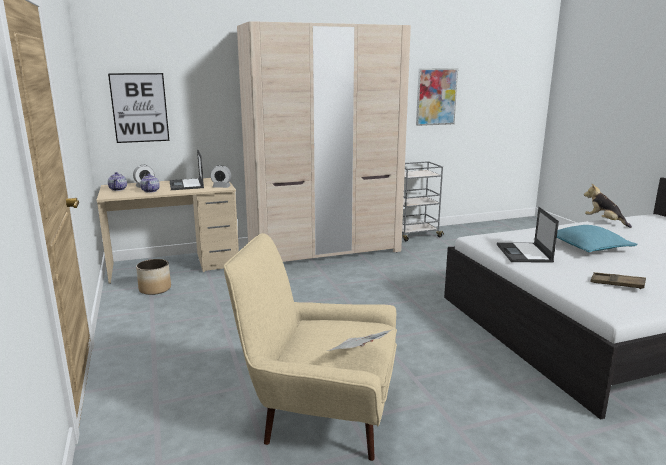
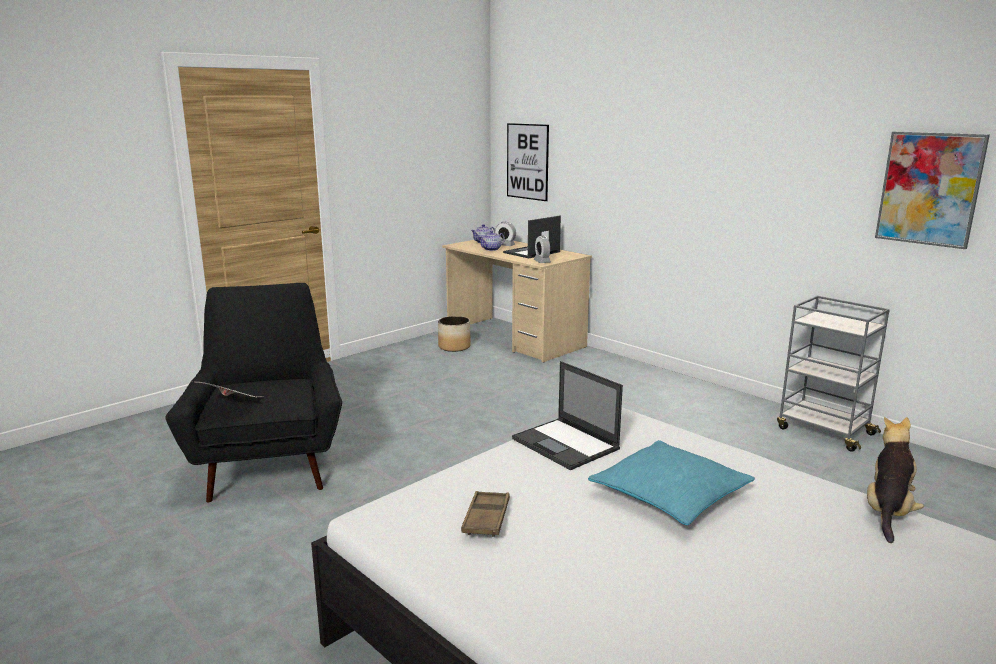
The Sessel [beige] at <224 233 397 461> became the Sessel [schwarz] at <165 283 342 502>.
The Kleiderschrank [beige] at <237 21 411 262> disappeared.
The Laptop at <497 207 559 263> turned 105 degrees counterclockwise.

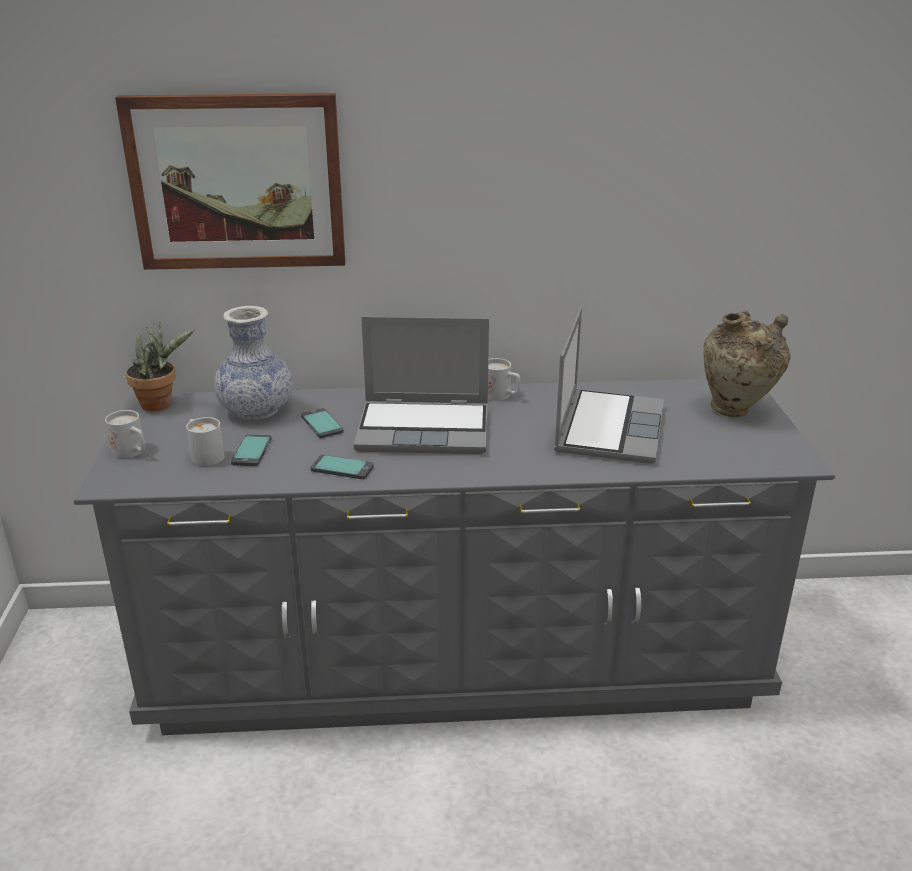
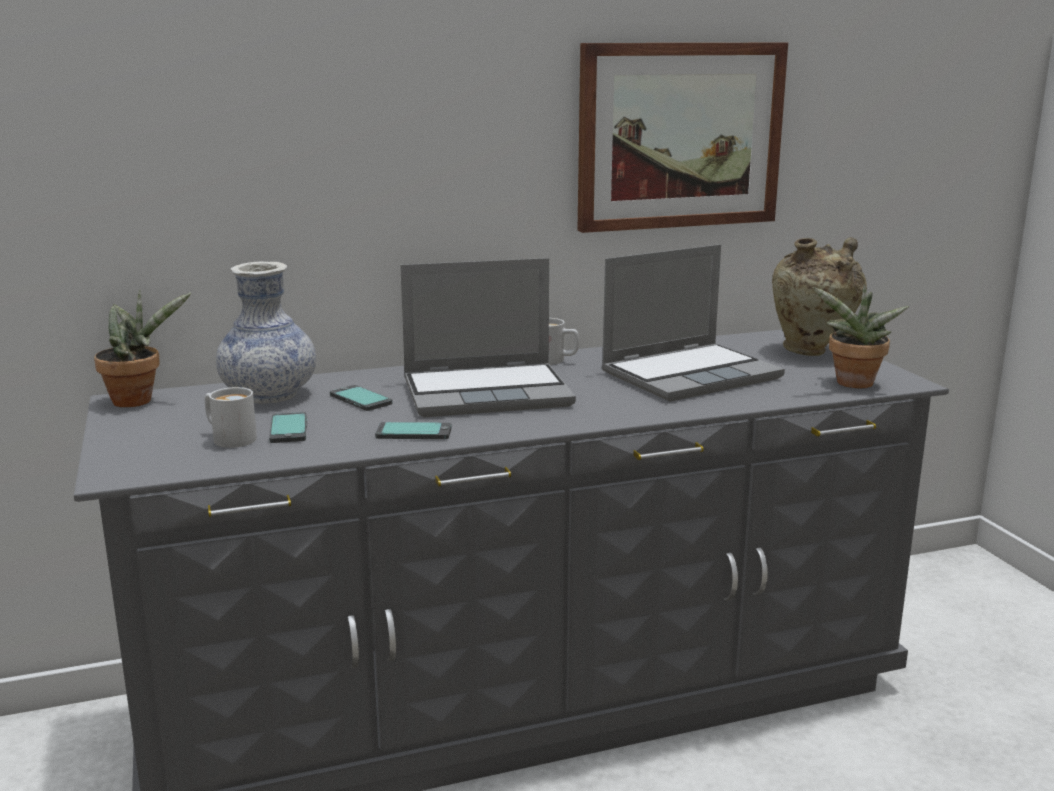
The Henkelbecher [weiß] at <105 410 145 458> disappeared.
The Bild moved from <115 93 346 270> to <578 43 788 233>.
The Laptop at <554 307 664 464> turned 60 degrees clockwise.
The Topfpflanze at <813 284 909 388> appeared.

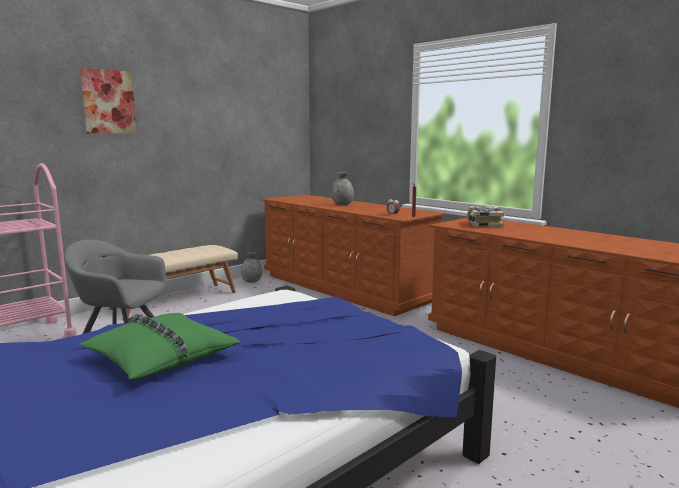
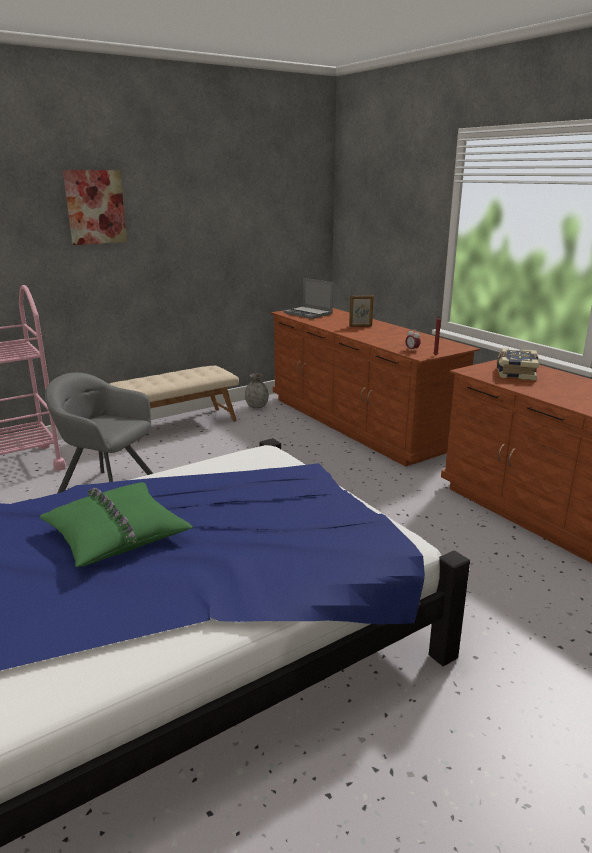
The Vase [grau] at <331 173 354 205> was replaced by the Bilderrahmen at <349 295 374 327>.
The Laptop at <284 278 333 319> appeared.

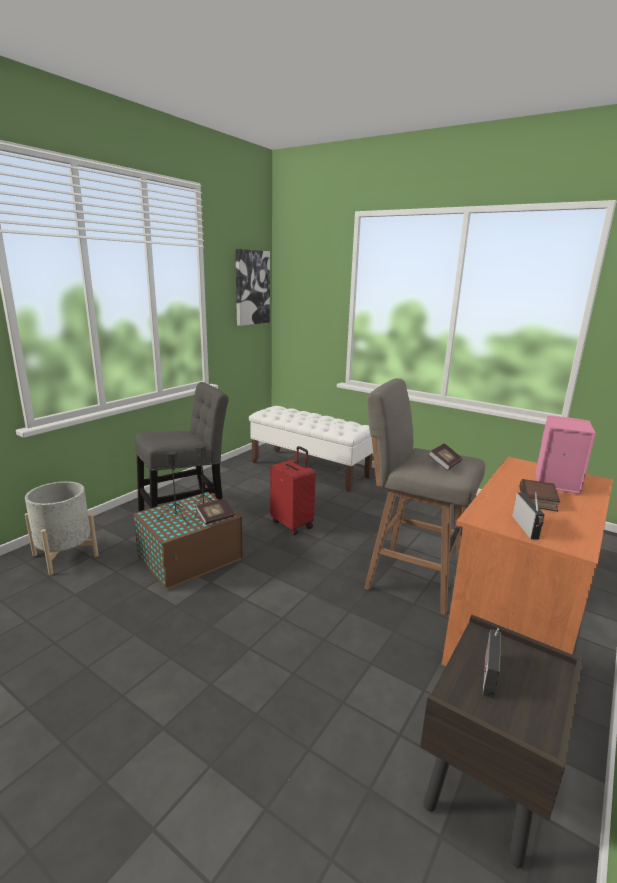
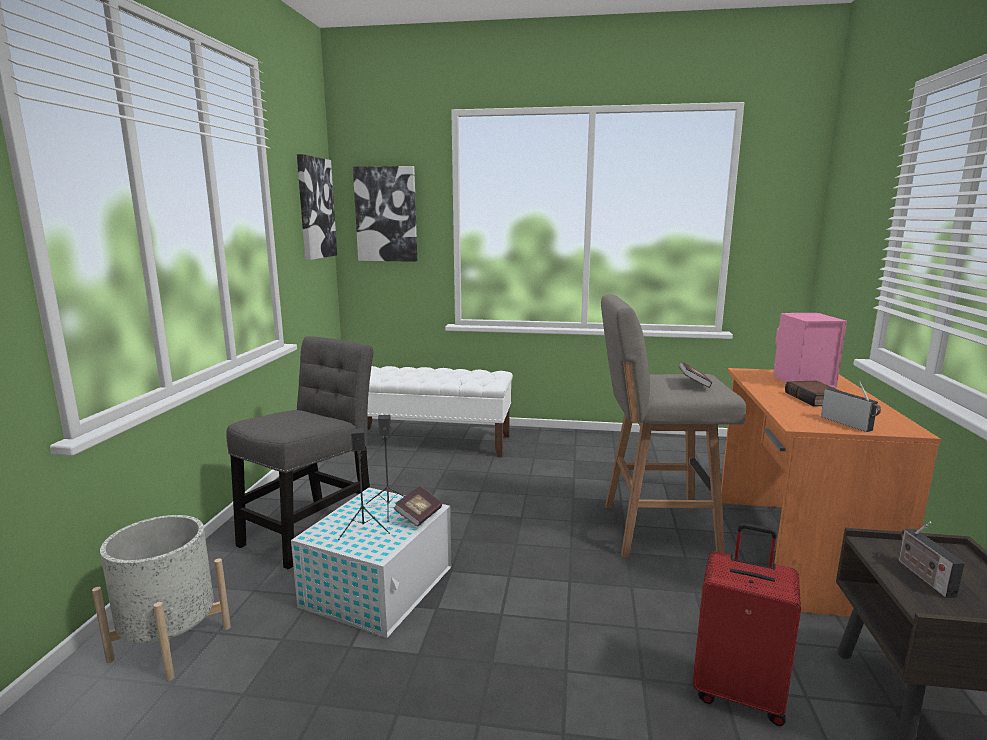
The Aufbewahrungsbox [braun] at <133 492 243 590> became the Aufbewahrungsbox [weiß] at <291 487 451 638>.
The Koffer [rot] moved from <270 446 316 535> to <693 523 801 726>.
The Bild at <353 166 417 262> appeared.

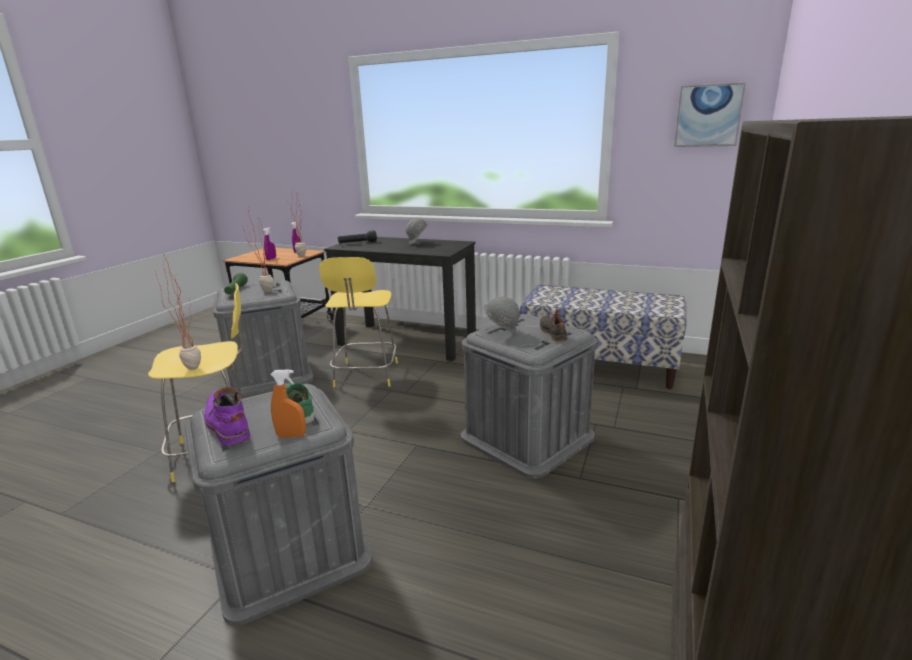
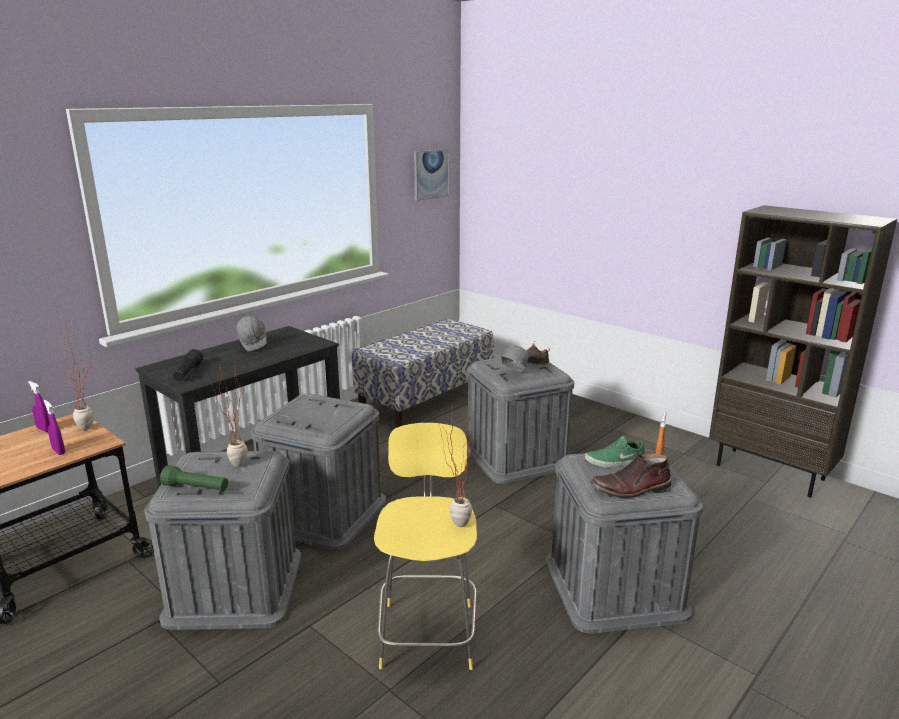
The Stiefel [lila] at <204 387 250 445> became the Stiefel [braun] at <590 453 671 498>.
The Hocker [gelb] at <319 257 398 387> was replaced by the Aufbewahrungsbox [grau] at <251 393 386 550>.

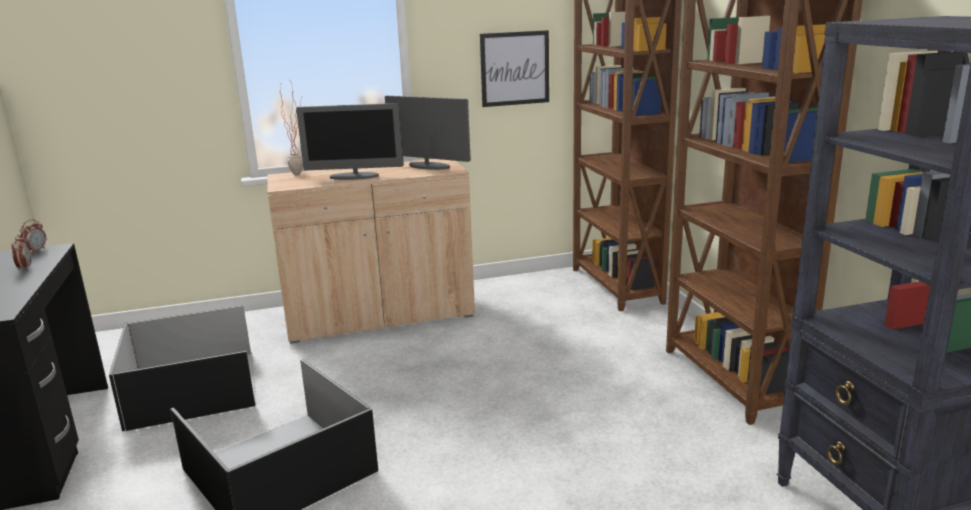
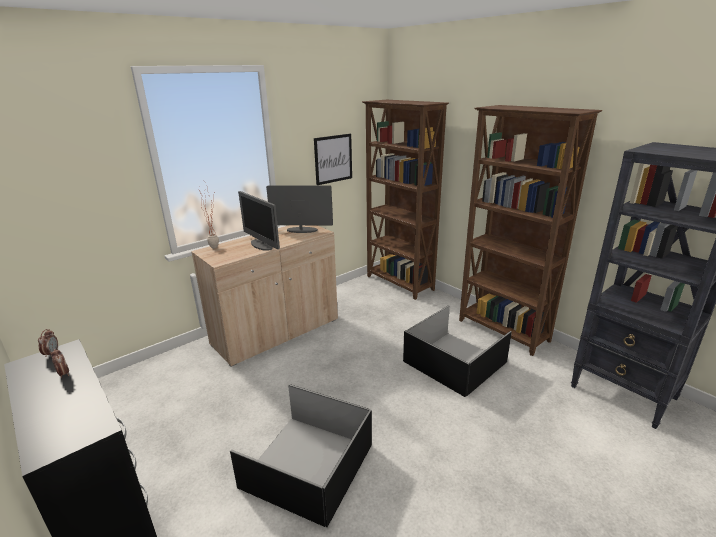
The Aufbewahrungsbox [schwarz] moved from <109 306 256 431> to <403 305 512 397>.
The Monitor at <296 103 404 180> turned 75 degrees clockwise.

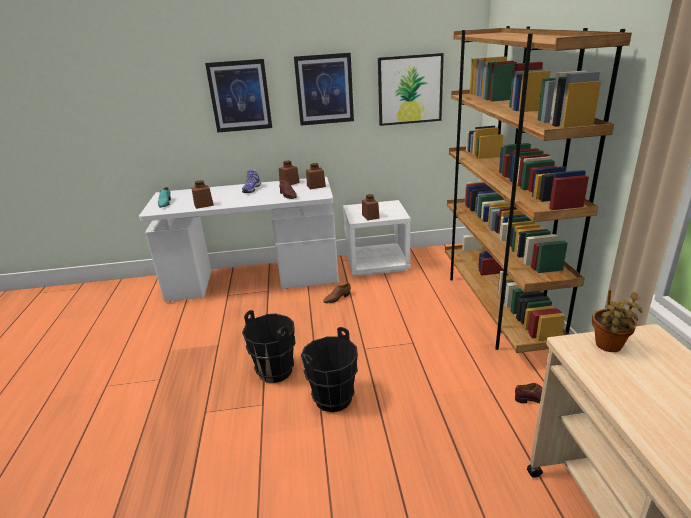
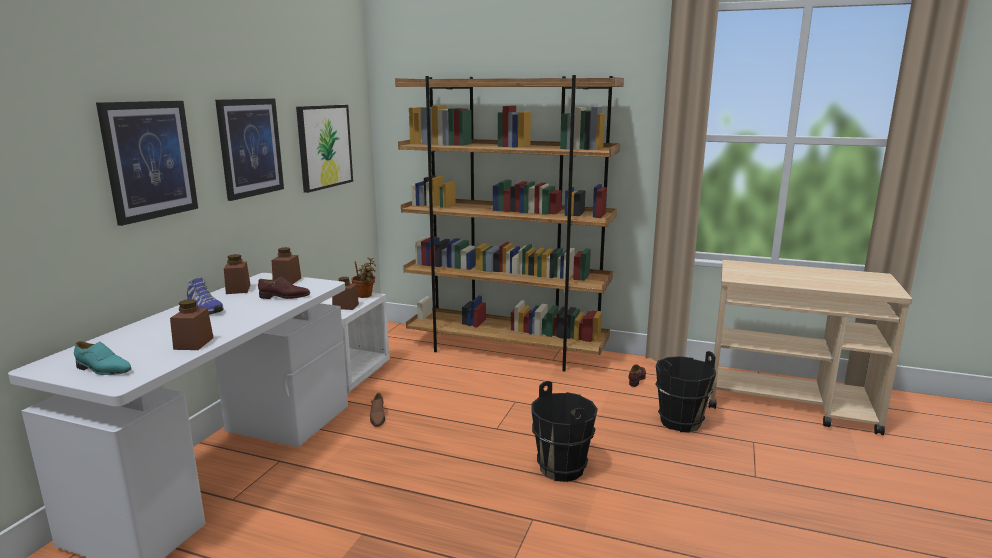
The Eimer [schwarz] moved from <242 310 296 383> to <655 351 716 432>.
The Topfpflanze moved from <592 289 642 352> to <351 258 376 298>.

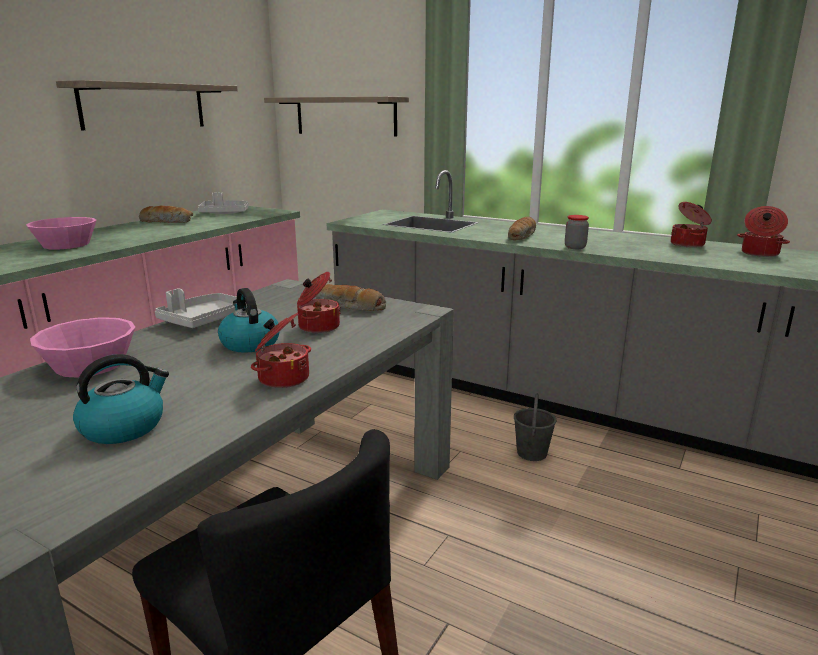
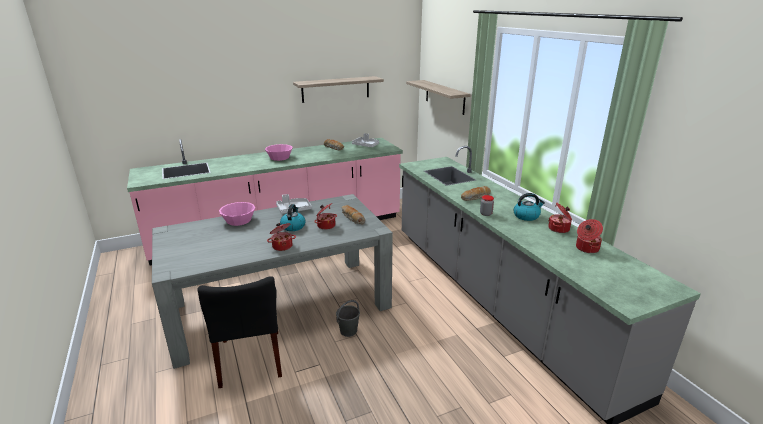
The Wasserkessel moved from <73 354 169 444> to <514 193 545 221>.
The Eimer [grau] moved from <514 394 556 461> to <336 300 360 337>.

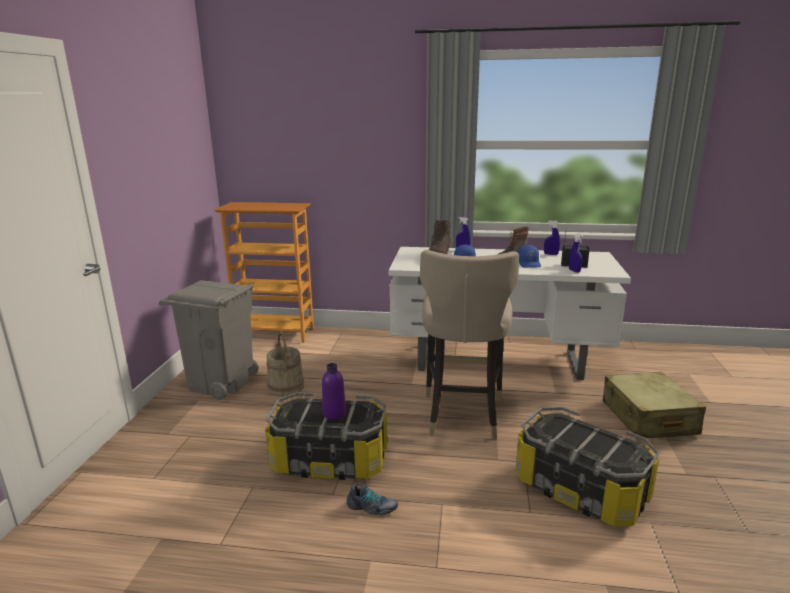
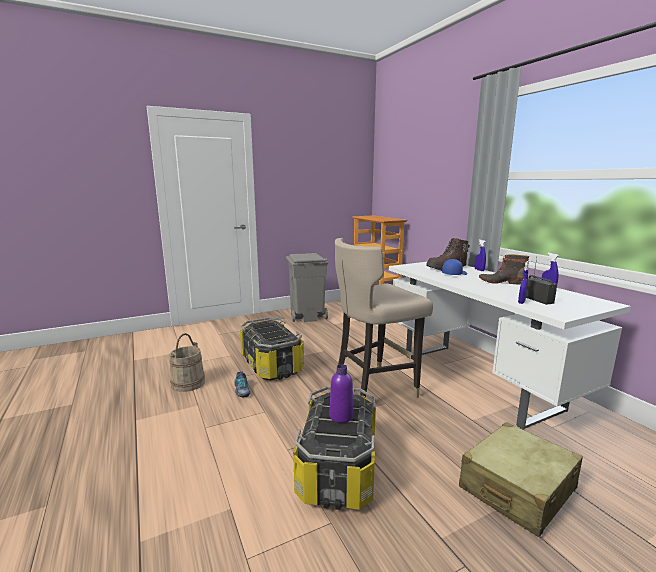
The Eimer [beige] moved from <266 333 304 397> to <169 333 205 392>.
The Flasche [lila] moved from <322 363 346 420> to <330 364 353 423>.
The Kappe [blau] at <517 245 541 267> disappeared.

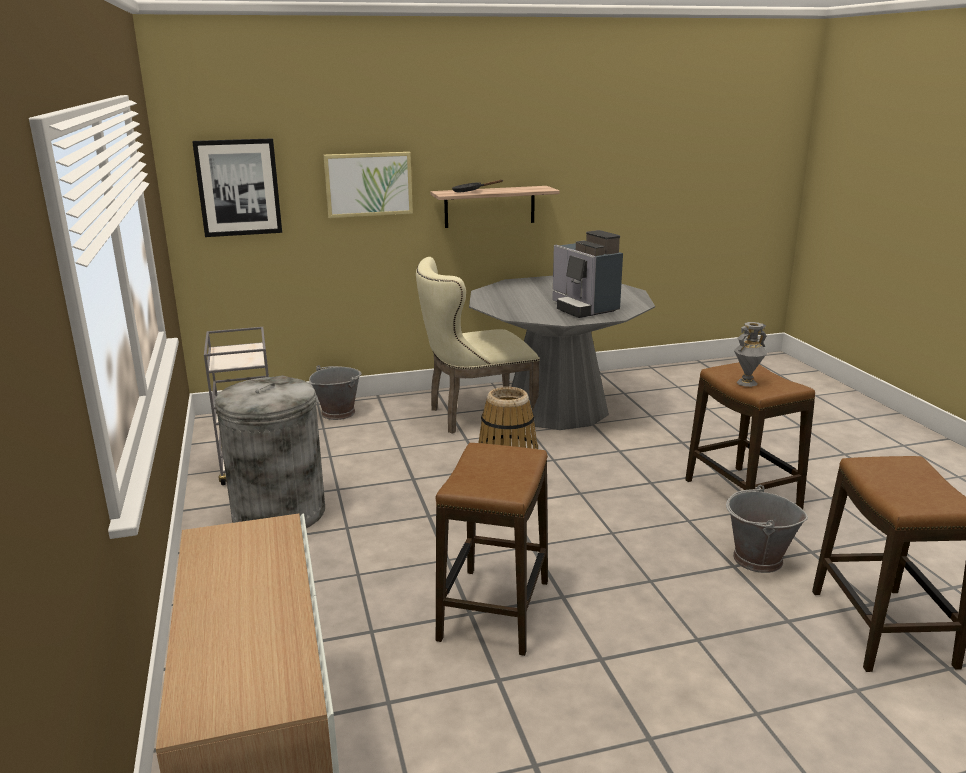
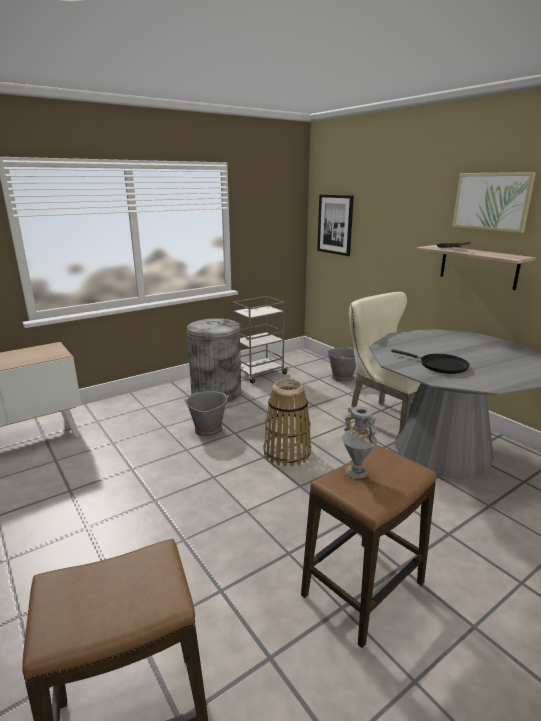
The Bild moved from <324 152 413 218> to <452 172 536 233>.
The Hocker at <436 443 548 656> disappeared.
The Kaffeemaschine at <552 230 623 318> was replaced by the Pfanne [schwarz] at <391 349 469 374>.
The Eimer [grau] moved from <726 485 808 573> to <184 391 229 437>.

